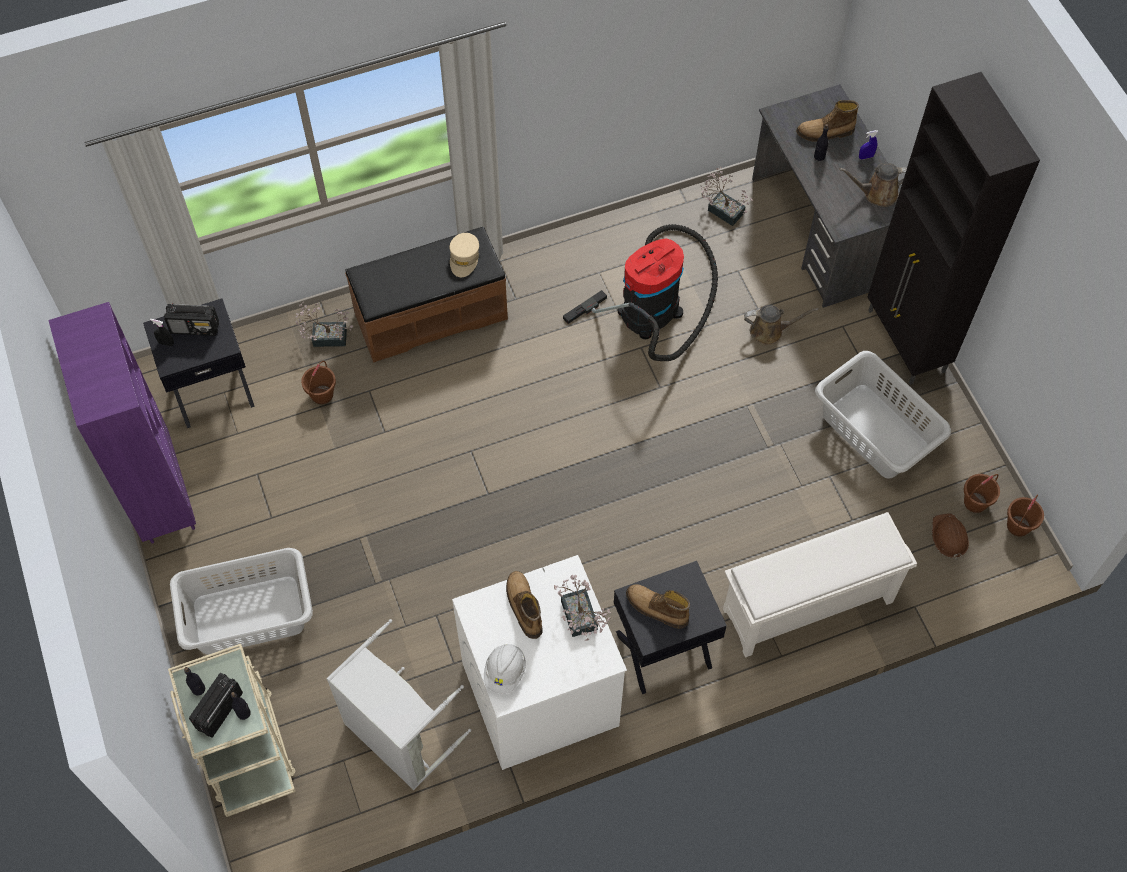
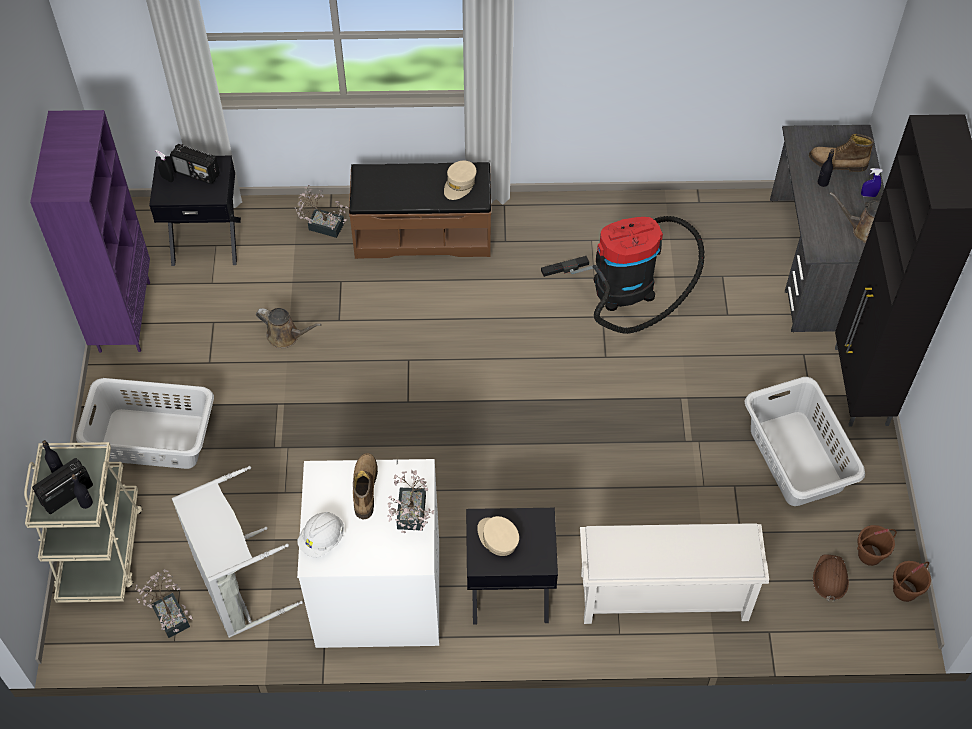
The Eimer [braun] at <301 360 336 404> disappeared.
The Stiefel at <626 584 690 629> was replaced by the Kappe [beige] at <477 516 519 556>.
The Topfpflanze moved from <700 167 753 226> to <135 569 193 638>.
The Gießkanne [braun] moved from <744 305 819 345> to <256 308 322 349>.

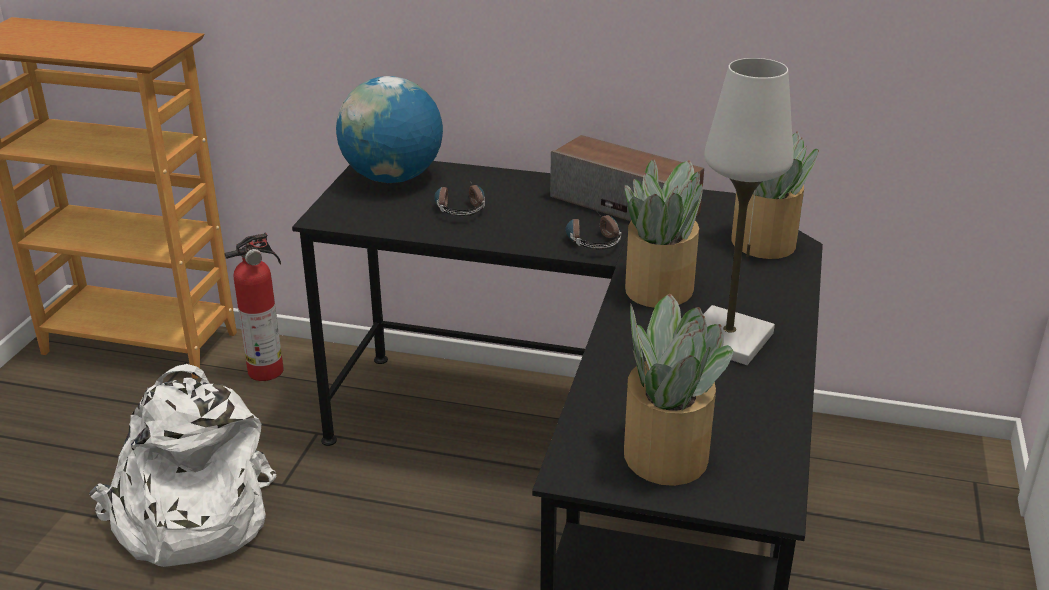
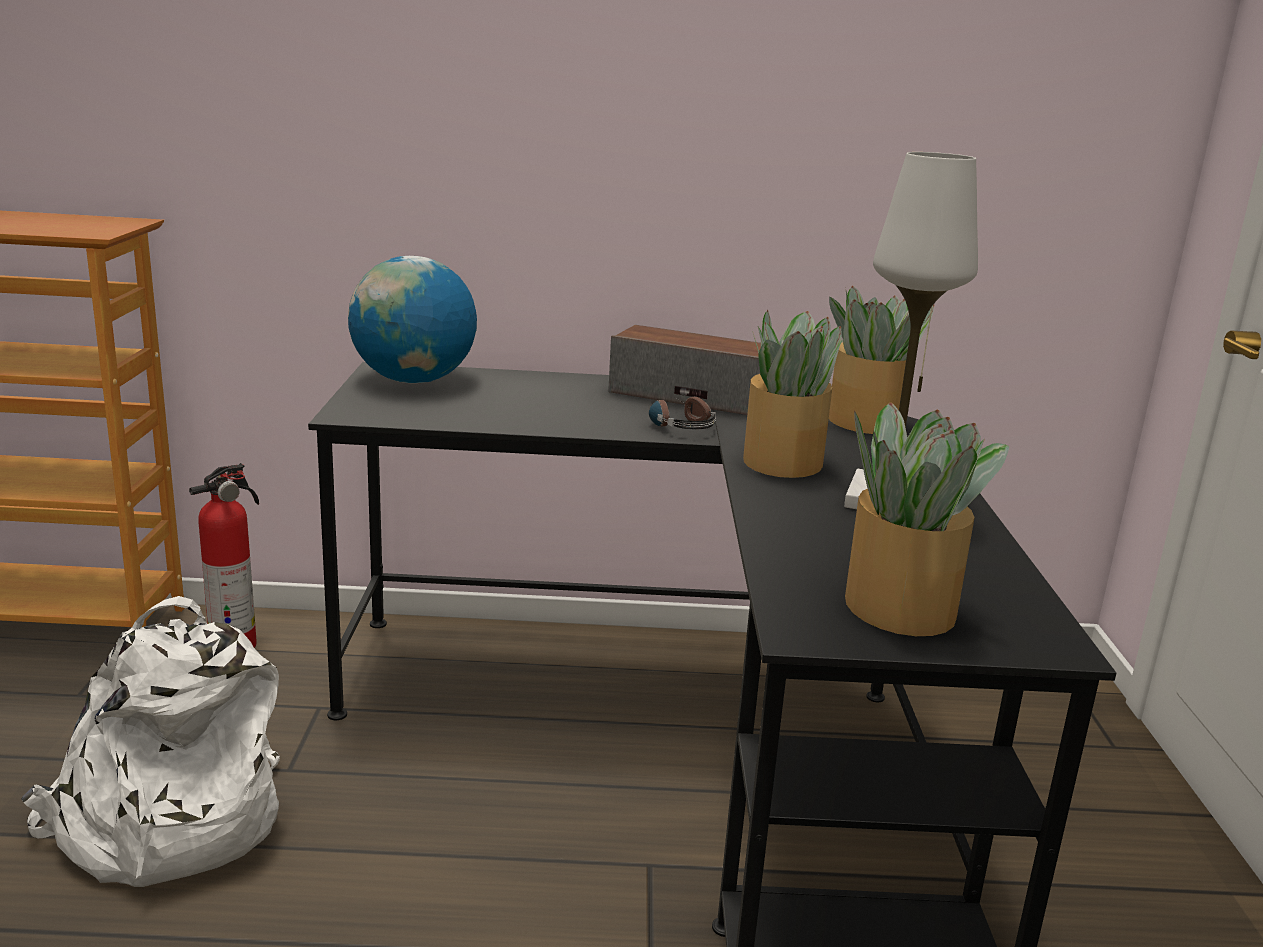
The Kopfhörer at <434 181 485 216> disappeared.

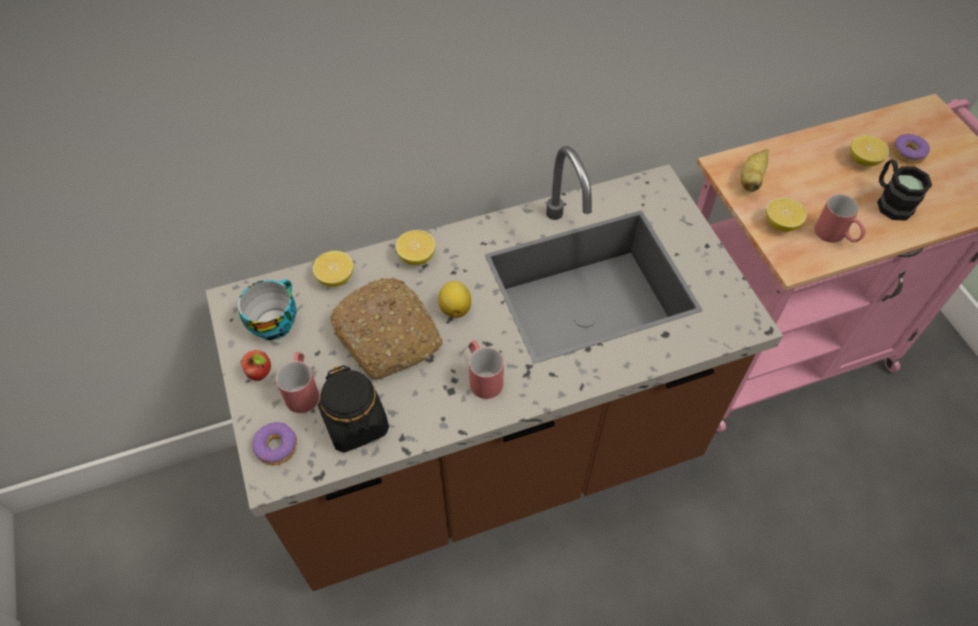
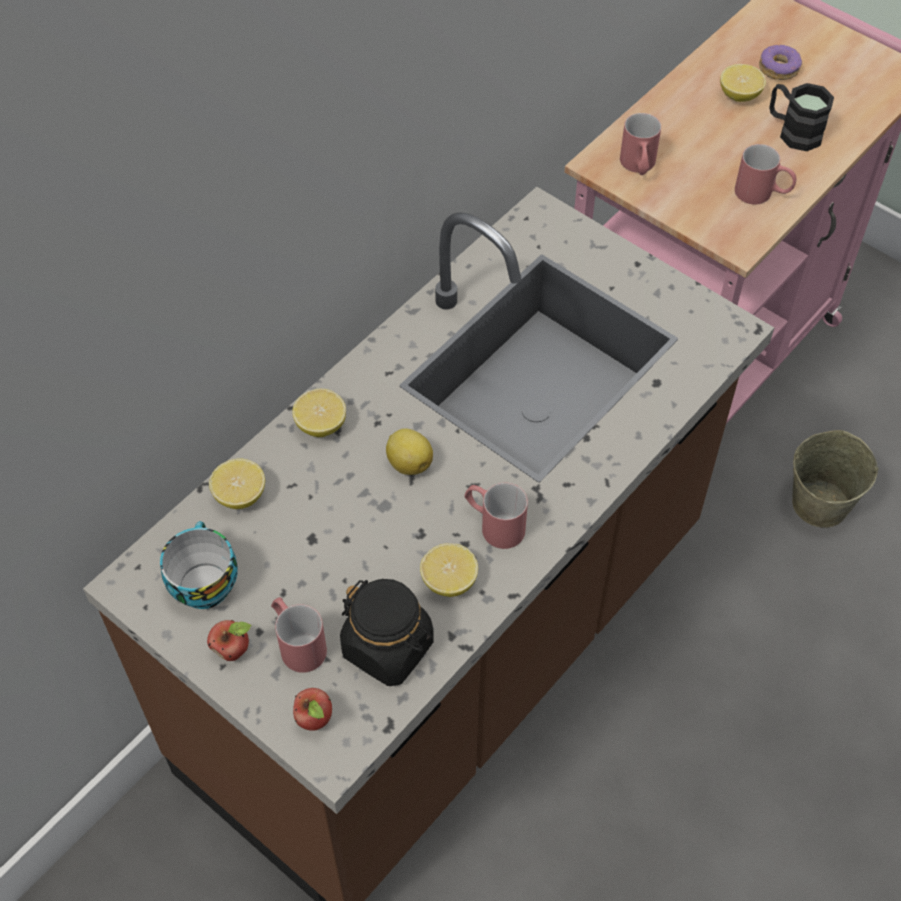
The Donut at <252 422 297 465> was replaced by the Apfel at <293 688 332 731>.
The Brot at <330 278 443 380> disappeared.
The Banane at <741 149 769 192> was replaced by the Henkelbecher [rot] at <620 113 661 175>.
The Zitrone moved from <766 198 807 232> to <420 543 478 597>.
The Eimer [beige] at <792 430 878 528> appeared.

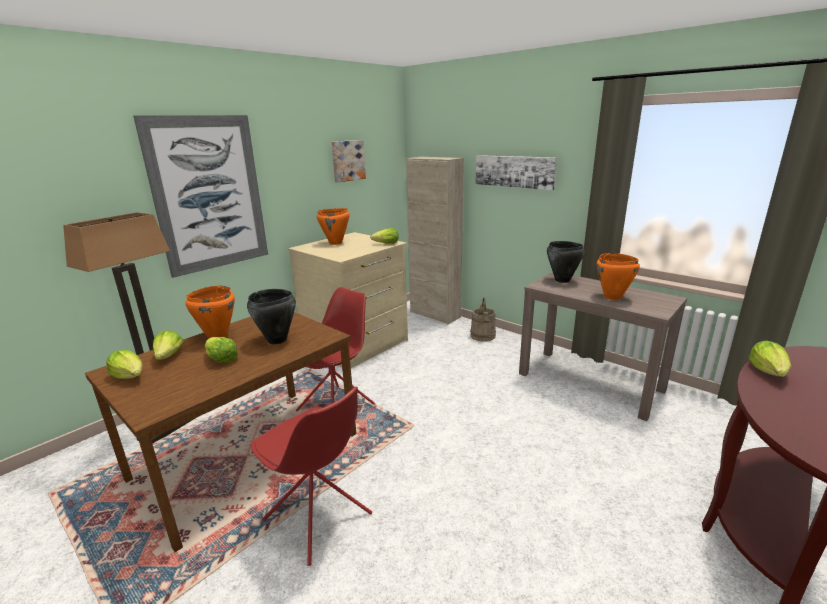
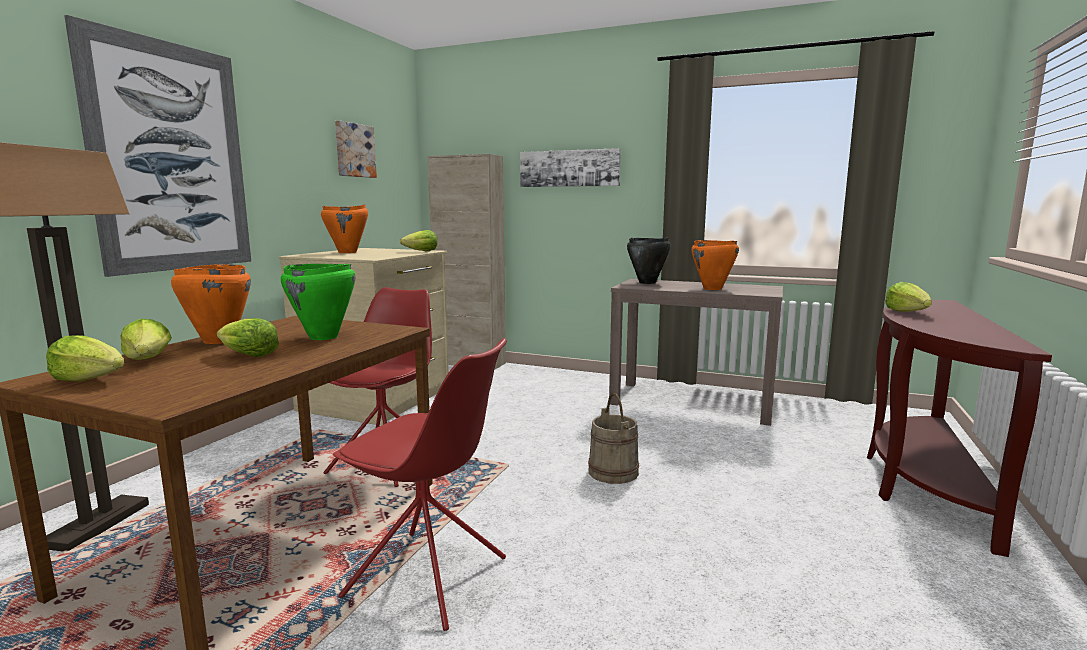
The Kochtopf [schwarz] at <247 289 296 344> became the Kochtopf [grün] at <281 264 356 340>.
The Eimer [beige] moved from <470 298 496 342> to <588 393 639 484>.

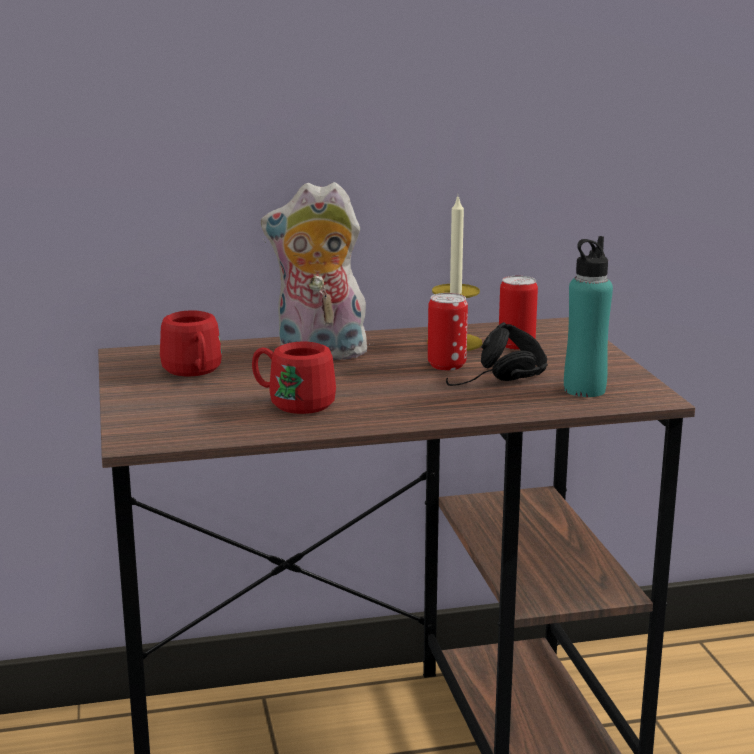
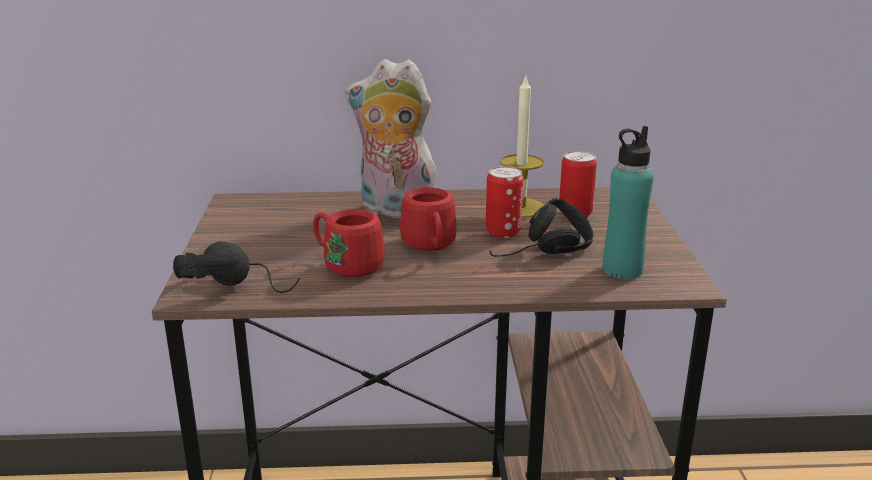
The Henkelbecher [rot] moved from <160 311 222 376> to <400 187 457 251>.
The Kopfhörer [schwarz] at <173 242 300 293> appeared.

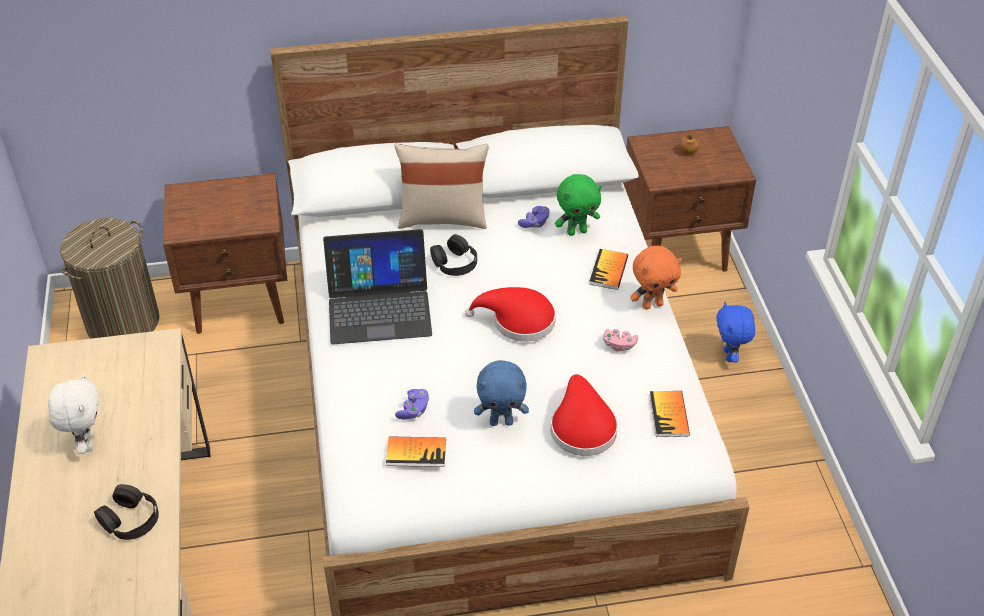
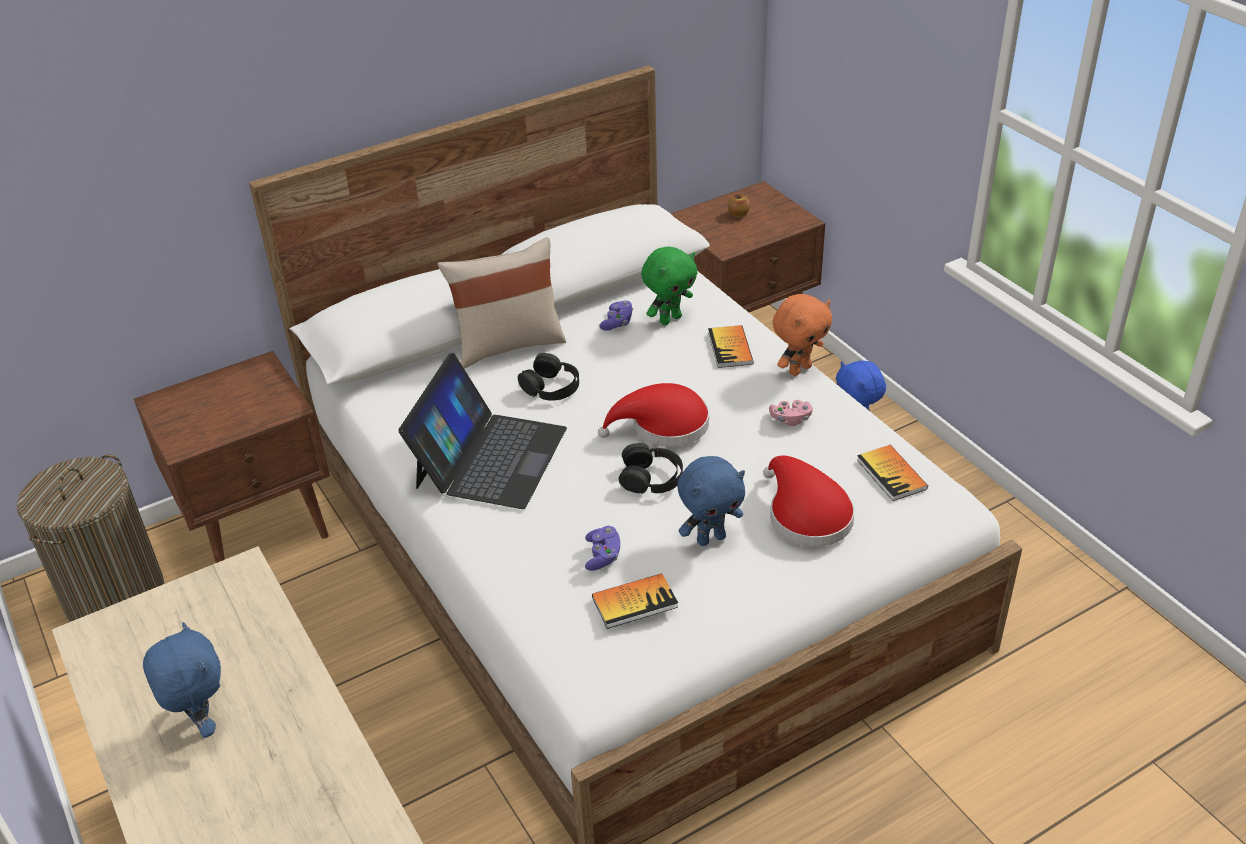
The Plüschtier [weiß] at <48 374 99 454> became the Plüschtier [blau] at <143 622 221 738>.
The Kopfhörer [schwarz] moved from <94 484 159 540> to <619 443 683 494>.
The Laptop at <323 229 432 345> turned 45 degrees counterclockwise.

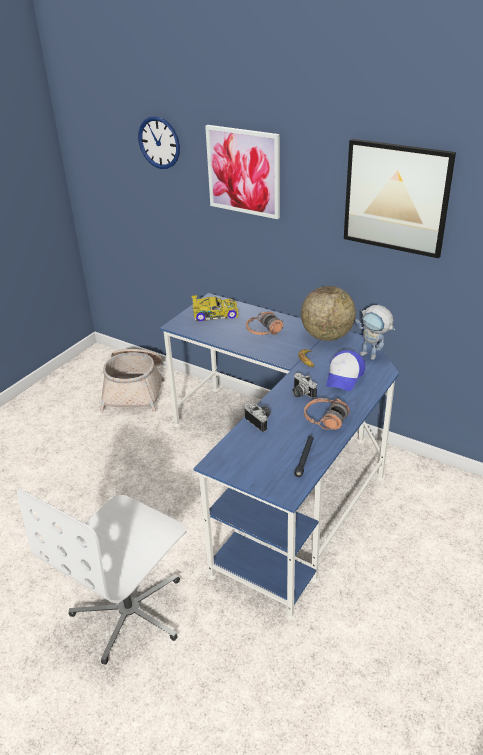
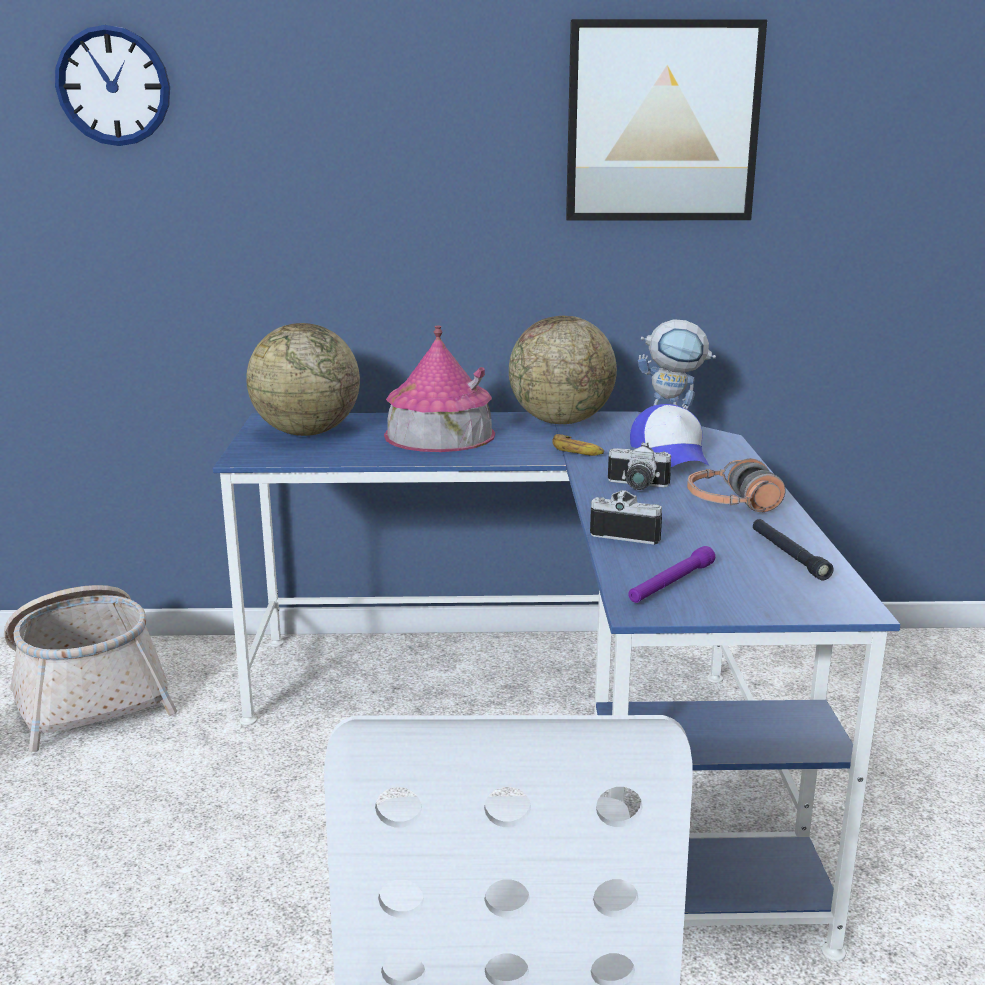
The Spielzeugauto at <191 295 239 321> was replaced by the Globus at <246 323 360 436>.
The Bild at <205 125 280 219> disappeared.
The Kopfhörer at <246 311 283 335> was replaced by the Spielzeughaus at <384 326 495 452>.
The Taschenlampe [lila] at <628 546 715 603> appeared.

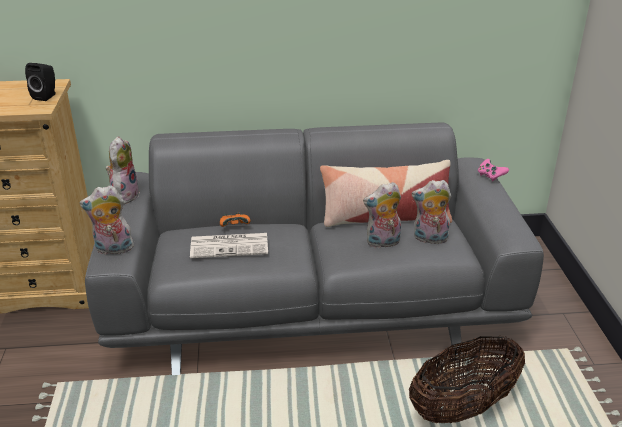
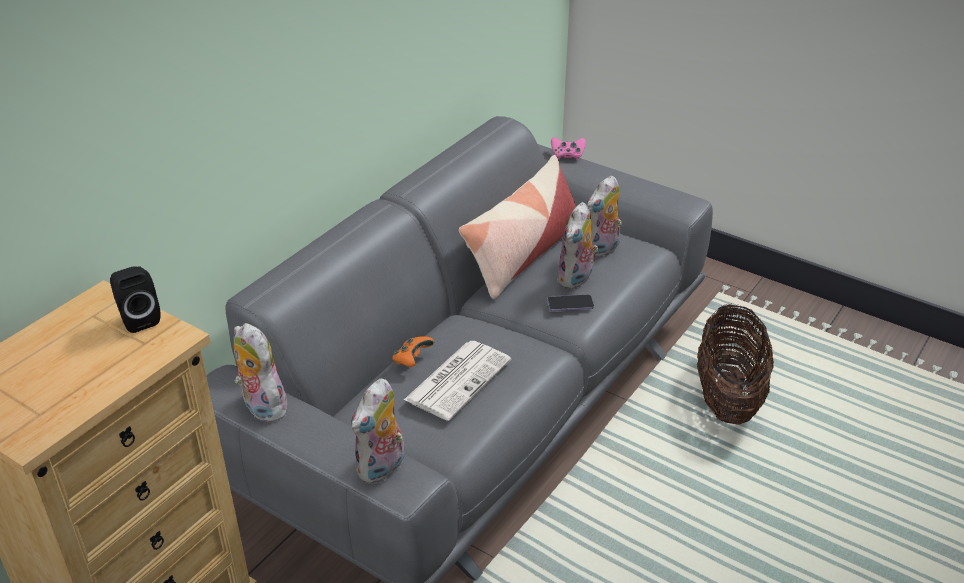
The Handy at <548 295 594 311> appeared.

